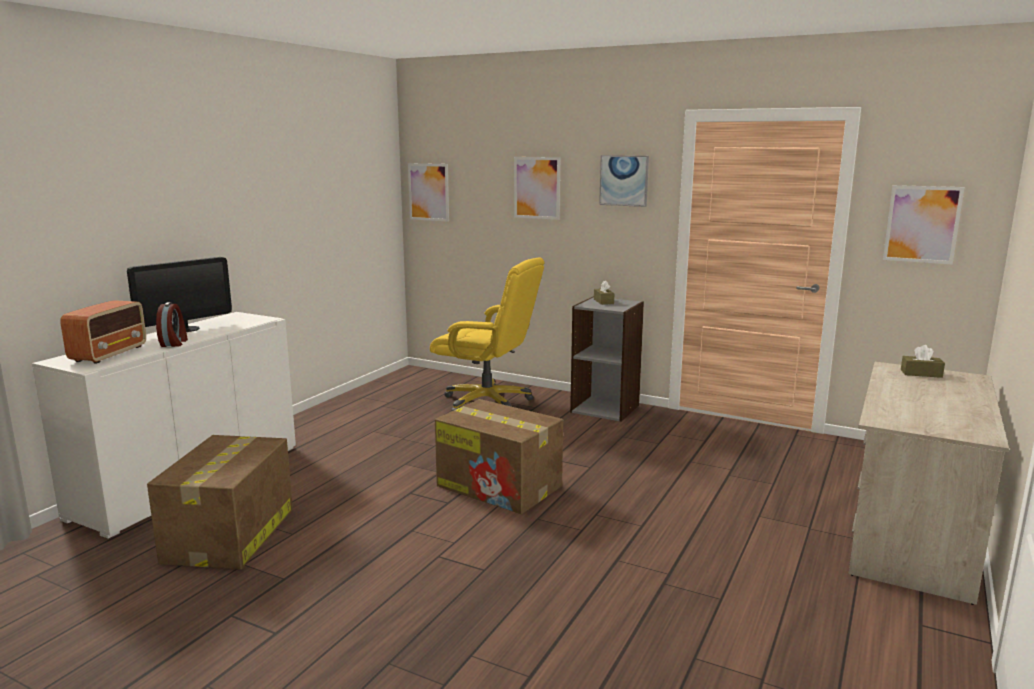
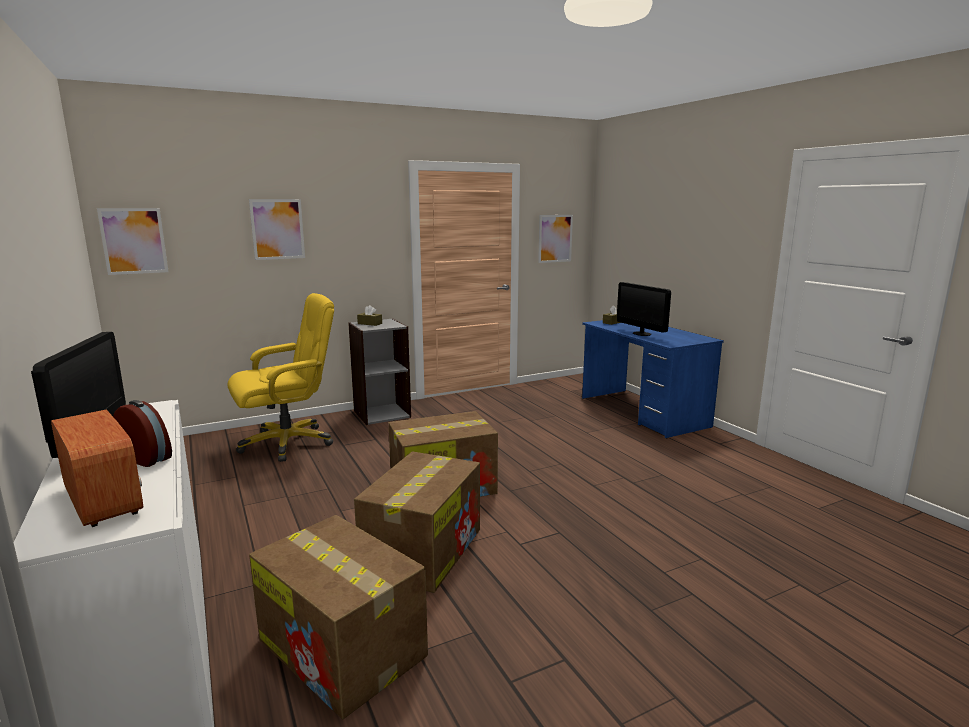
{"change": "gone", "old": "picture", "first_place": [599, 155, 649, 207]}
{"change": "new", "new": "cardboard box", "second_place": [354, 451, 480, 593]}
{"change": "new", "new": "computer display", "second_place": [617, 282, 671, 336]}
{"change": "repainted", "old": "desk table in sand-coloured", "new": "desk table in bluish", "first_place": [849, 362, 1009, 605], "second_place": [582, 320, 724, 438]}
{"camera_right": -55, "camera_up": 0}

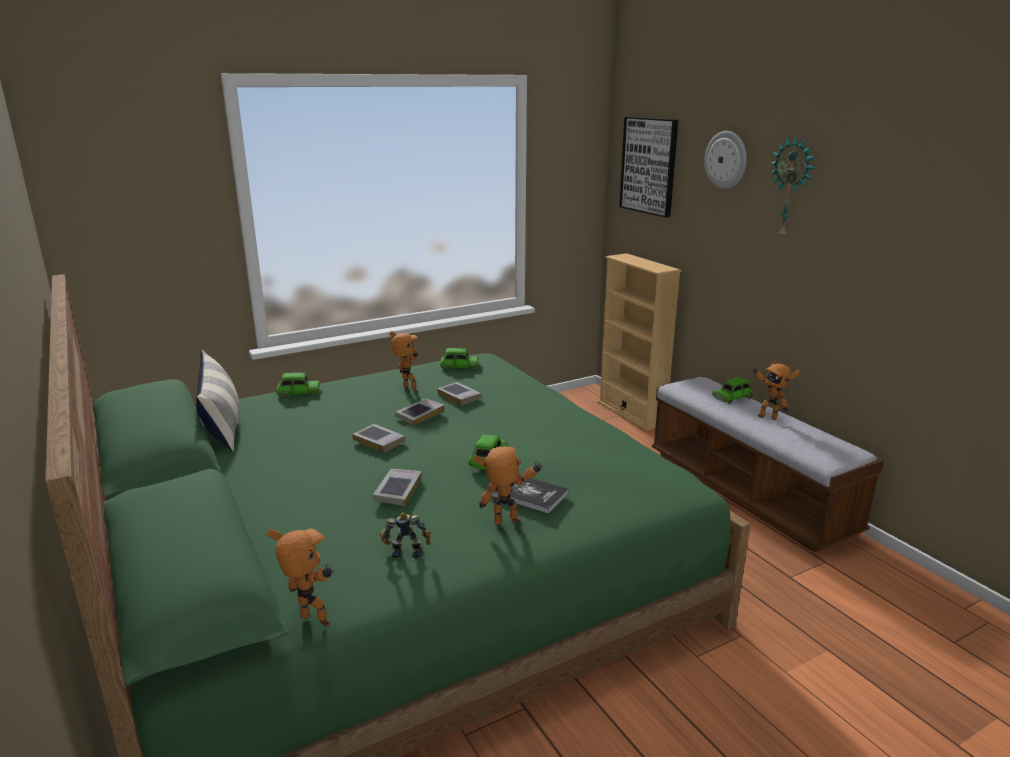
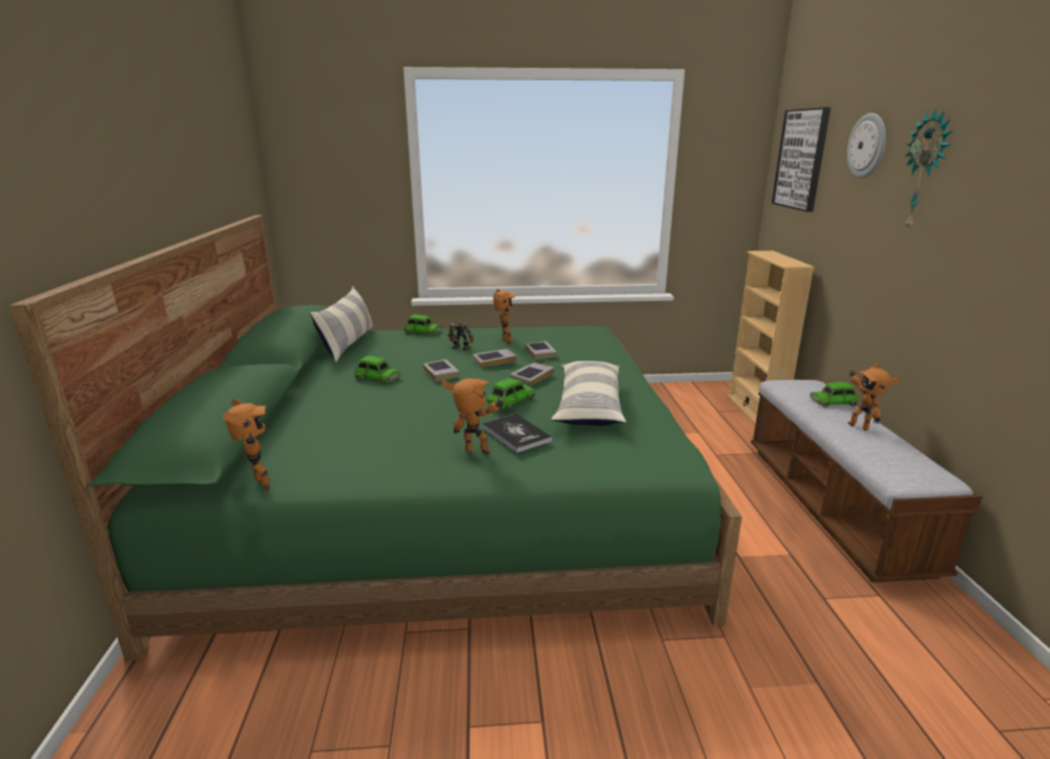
{"change": "new", "new": "throw pillow", "second_place": [551, 361, 626, 426]}
{"change": "shifted", "old": "volume", "first_place": [373, 469, 422, 506], "second_place": [510, 363, 554, 386]}
{"change": "shifted", "old": "model robot", "first_place": [379, 512, 431, 558], "second_place": [447, 322, 474, 350]}
{"change": "shifted", "old": "miniature car in greenish", "first_place": [440, 348, 479, 371], "second_place": [354, 356, 400, 384]}
{"camera_right": 25, "camera_up": 0}

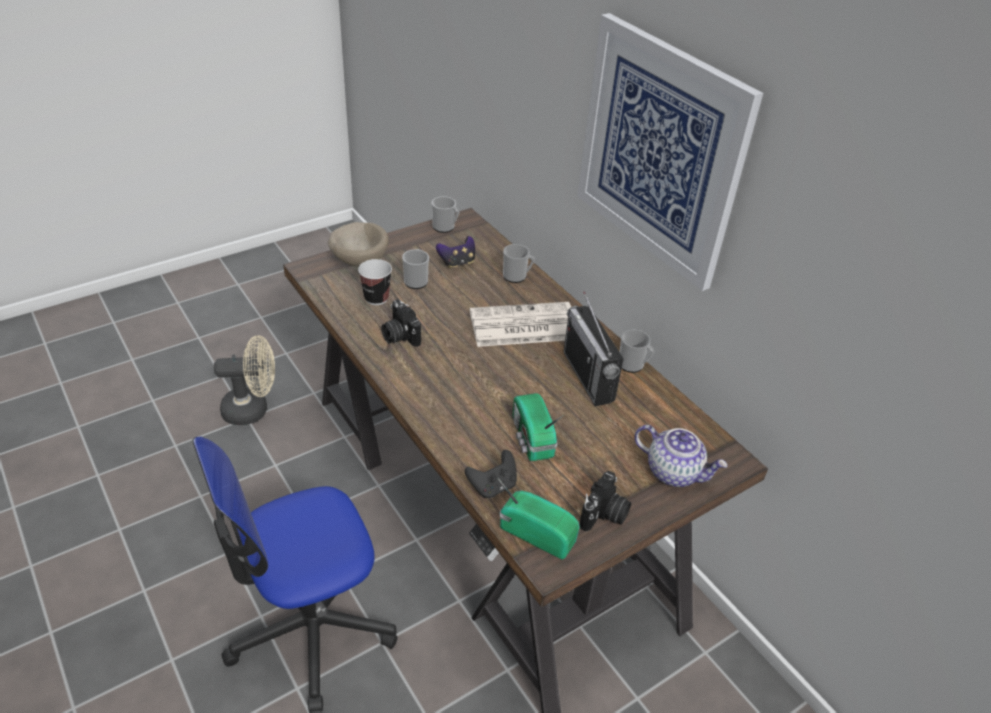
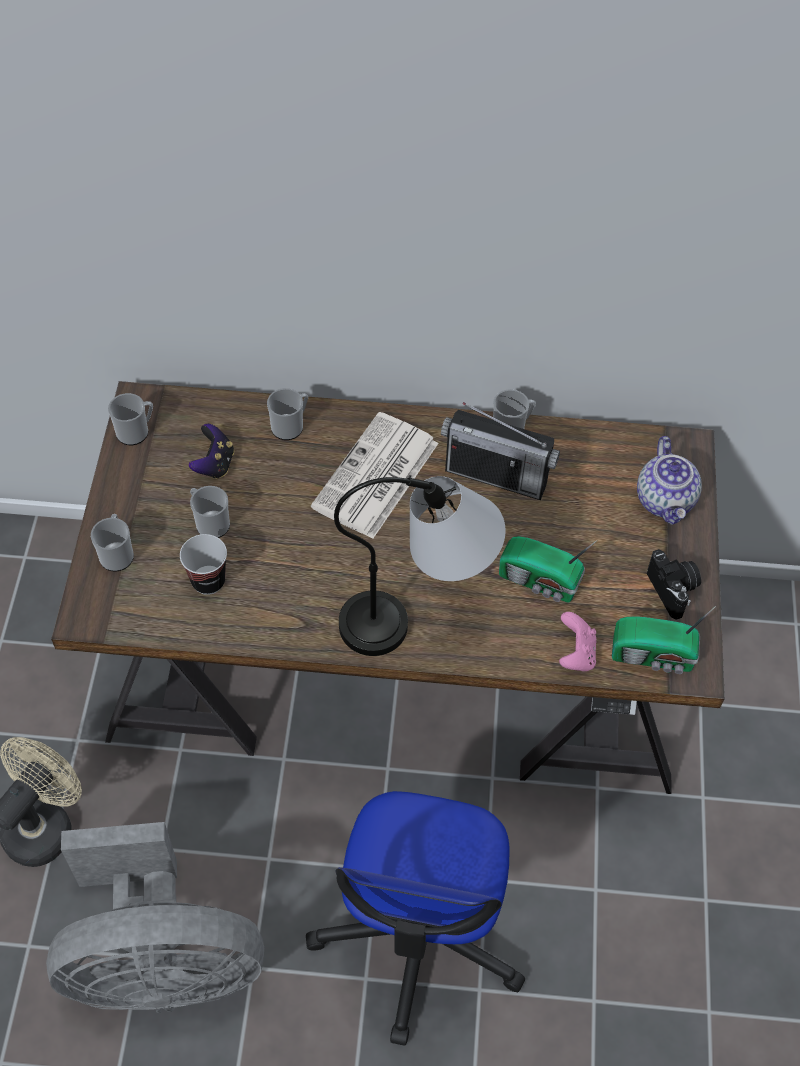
{"change": "gone", "old": "photo camera", "first_place": [381, 299, 421, 347]}
{"change": "gone", "old": "picture", "first_place": [577, 13, 763, 291]}
{"change": "new", "new": "fan in greyish", "second_place": [46, 822, 264, 1013]}
{"change": "new", "new": "table lamp", "second_place": [334, 476, 506, 656]}
{"change": "swapped", "old": "serving bowl in sand-coloured", "new": "mug", "first_place": [328, 222, 389, 266], "second_place": [91, 514, 134, 572]}
{"change": "repainted", "old": "gamepad in blackish", "new": "gamepad in pink-coloured", "first_place": [465, 450, 517, 498], "second_place": [559, 612, 596, 671]}
{"change": "rotated", "old": "radio", "first_place": [498, 478, 580, 560], "second_place": [612, 606, 716, 674], "degrees": -150}
{"change": "rotated", "old": "tea pot", "first_place": [634, 425, 728, 487], "second_place": [637, 436, 702, 525], "degrees": 105}
{"camera_right": -50, "camera_up": 15}

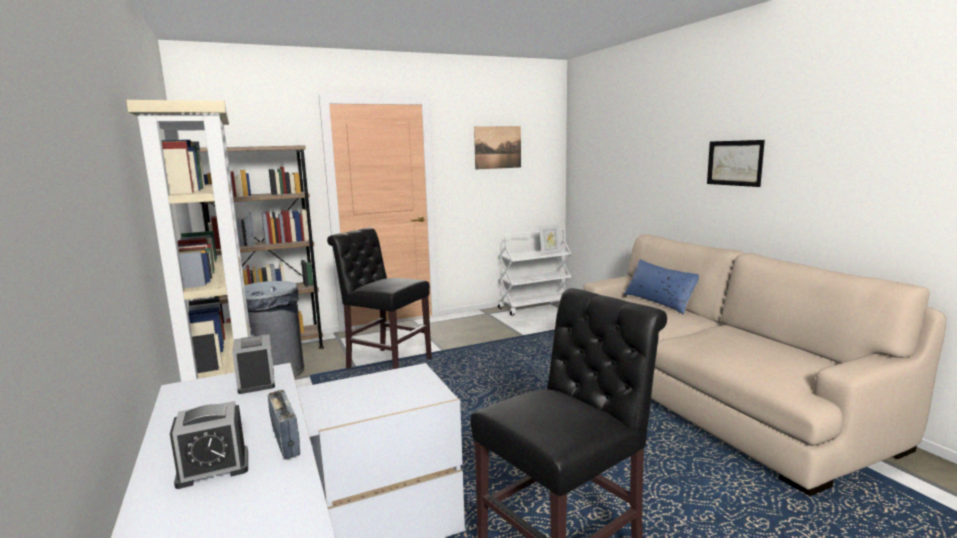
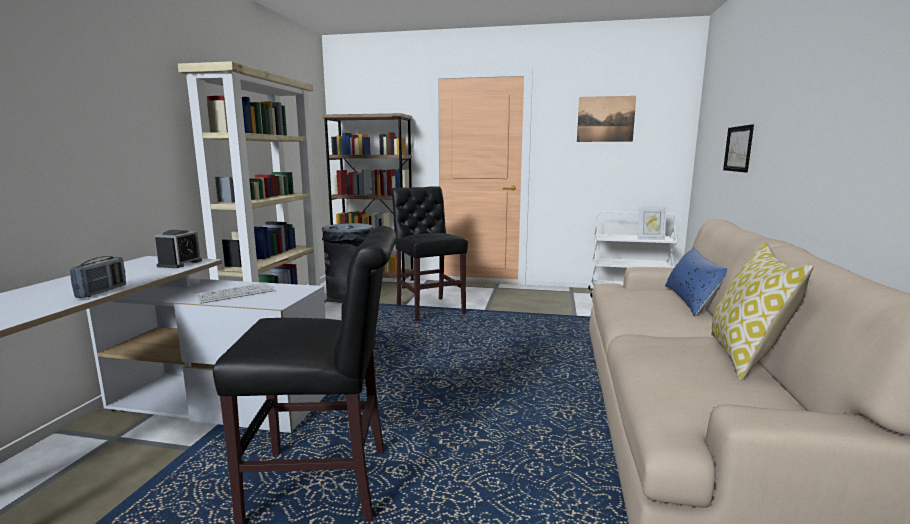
{"change": "gone", "old": "bedside clock", "first_place": [170, 401, 248, 489]}
{"change": "new", "new": "PC keyboard", "second_place": [194, 283, 274, 304]}
{"change": "new", "new": "throw pillow", "second_place": [711, 242, 813, 381]}
{"change": "shifted", "old": "picture", "first_place": [707, 140, 765, 187], "second_place": [723, 124, 754, 173]}
{"camera_right": 35, "camera_up": 0}

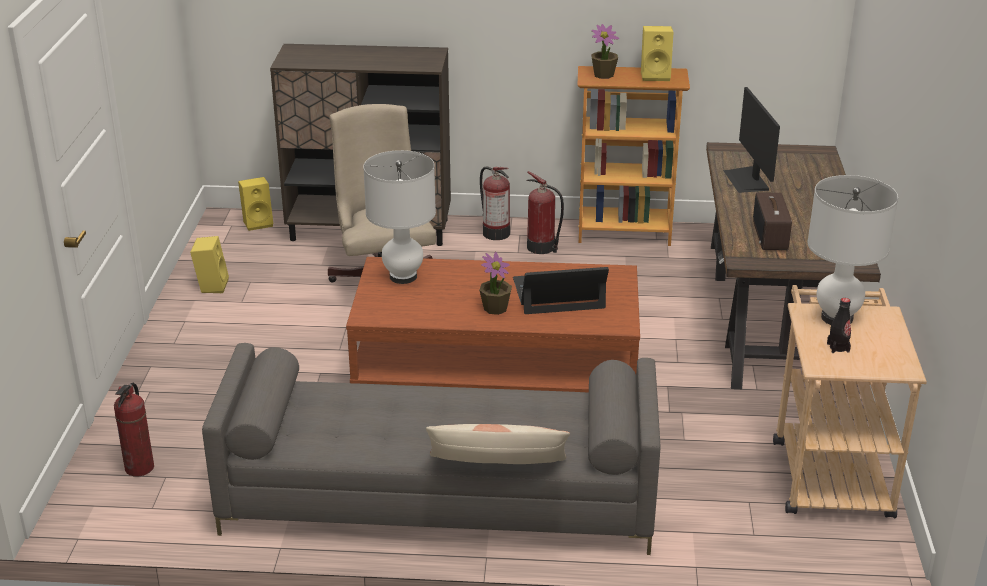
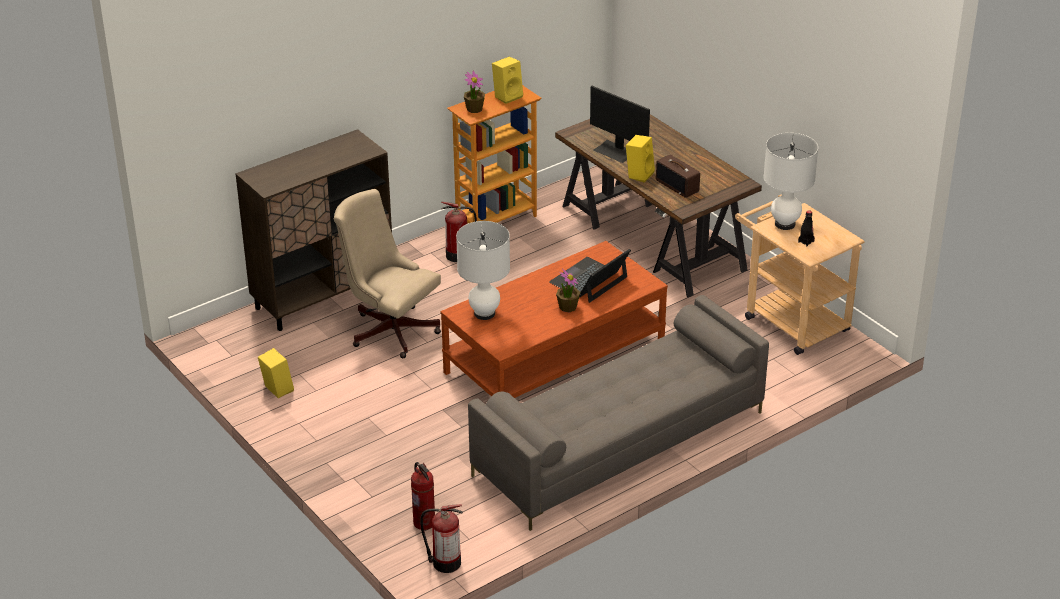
{"change": "gone", "old": "throw pillow", "first_place": [426, 424, 570, 464]}
{"change": "shifted", "old": "audio speaker in yellow", "first_place": [238, 177, 273, 231], "second_place": [626, 135, 655, 183]}
{"change": "shifted", "old": "extinguisher", "first_place": [480, 166, 510, 240], "second_place": [420, 504, 463, 573]}
{"camera_right": -40, "camera_up": 5}

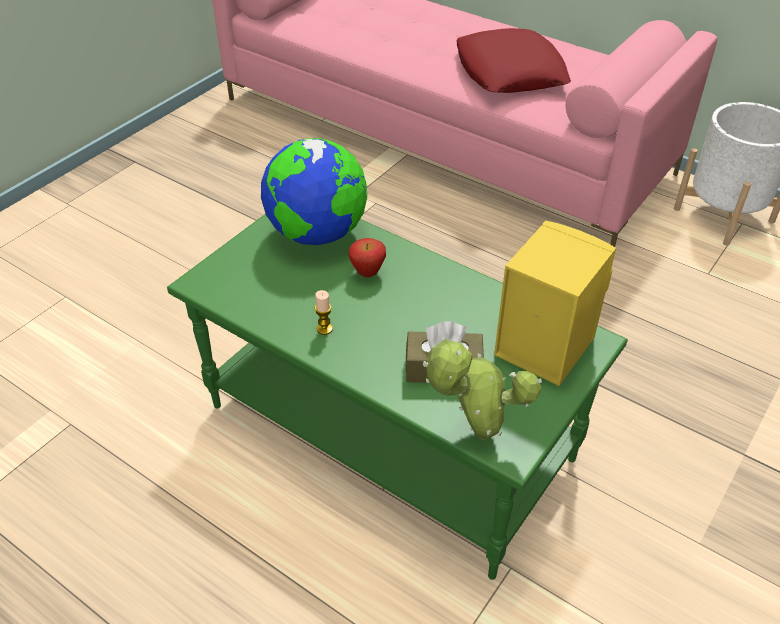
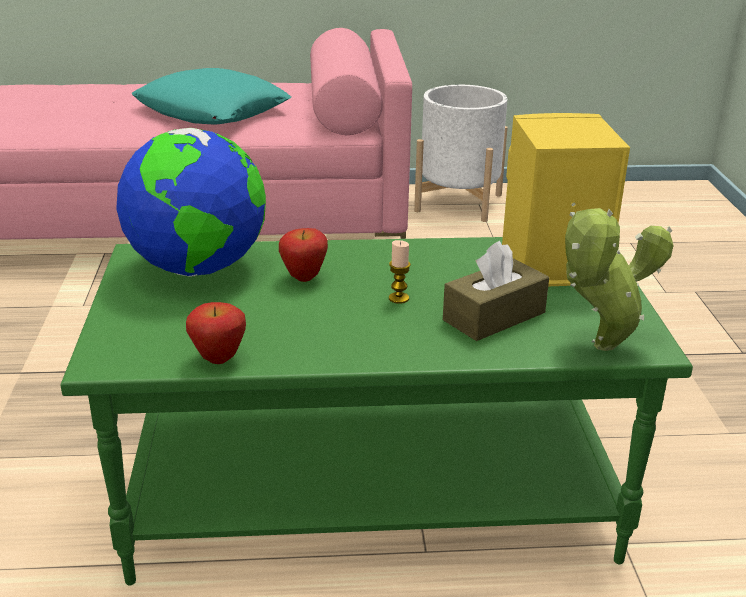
{"change": "new", "new": "apple", "second_place": [186, 302, 246, 364]}
{"change": "shifted", "old": "candle", "first_place": [315, 290, 333, 335], "second_place": [389, 240, 411, 304]}
{"change": "repainted", "old": "throw pillow in reddish", "new": "throw pillow in blue-green", "first_place": [457, 28, 571, 93], "second_place": [131, 68, 291, 125]}
{"camera_right": -40, "camera_up": -15}

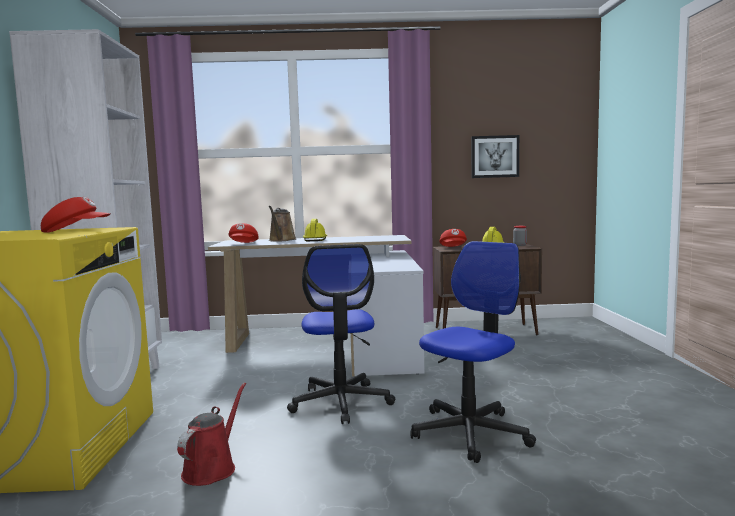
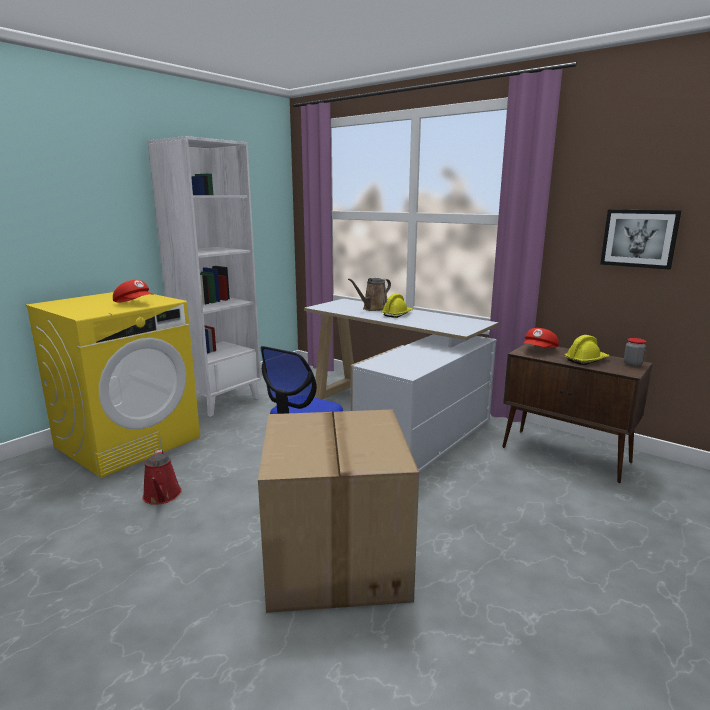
{"change": "gone", "old": "baseball cap in reddish", "first_place": [228, 223, 259, 243]}
{"change": "swapped", "old": "desk chair", "new": "cardboard box", "first_place": [410, 241, 536, 463], "second_place": [258, 409, 419, 613]}
{"change": "rotated", "old": "watering pot in reddish", "first_place": [177, 383, 246, 486], "second_place": [142, 449, 182, 505], "degrees": 105}
{"camera_right": 40, "camera_up": 10}

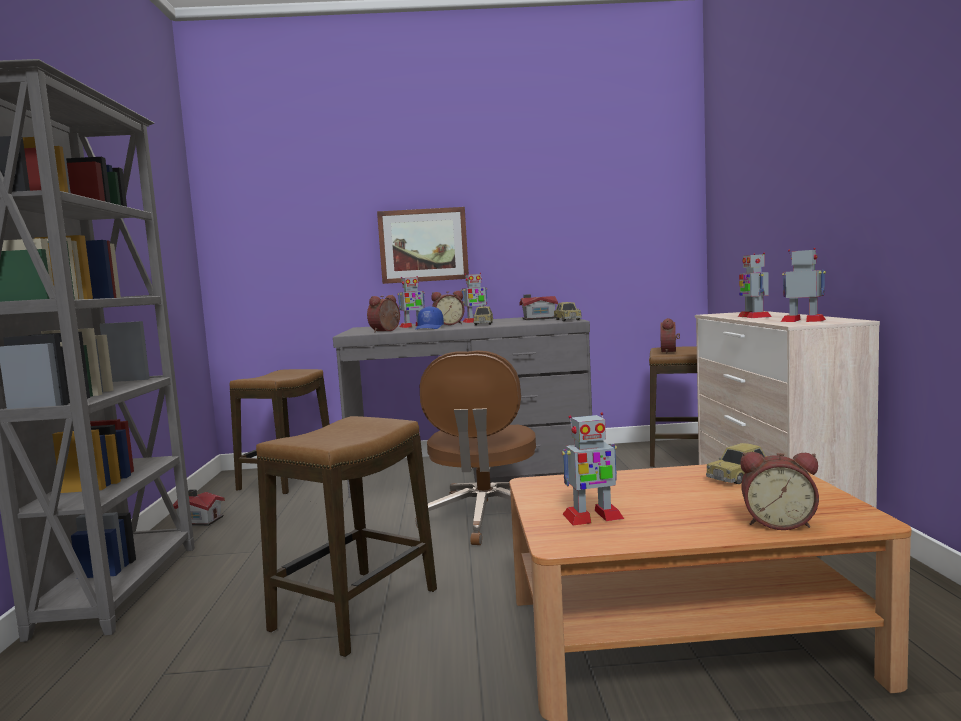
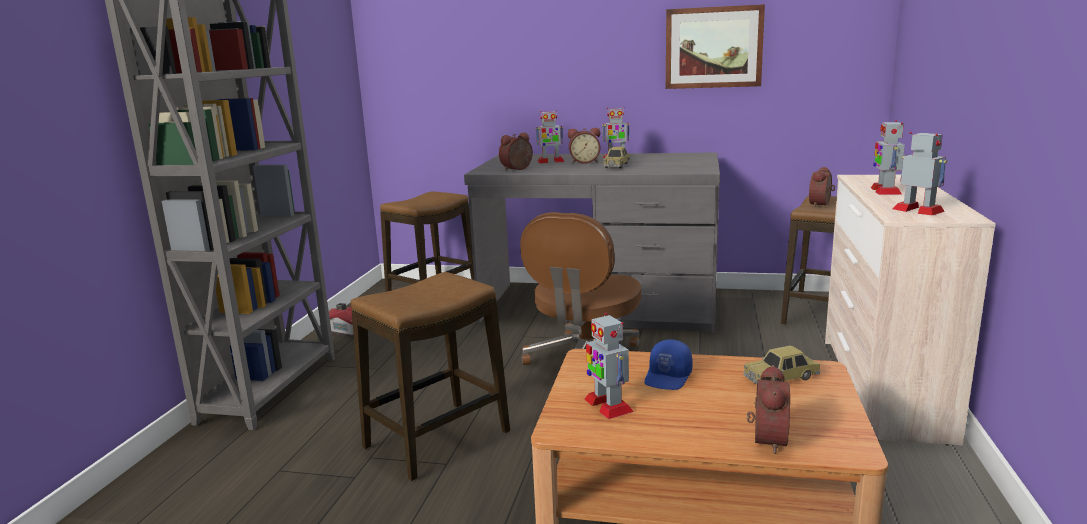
{"change": "gone", "old": "toy house", "first_place": [519, 294, 558, 320]}
{"change": "gone", "old": "miniature car", "first_place": [554, 302, 582, 321]}
{"change": "shifted", "old": "picture", "first_place": [377, 207, 469, 284], "second_place": [666, 4, 765, 89]}
{"change": "shifted", "old": "baseball cap in bluish", "first_place": [415, 306, 444, 330], "second_place": [645, 339, 692, 390]}
{"change": "rotated", "old": "model robot", "first_place": [561, 412, 624, 525], "second_place": [585, 313, 634, 419], "degrees": 60}
{"change": "rotated", "old": "bedside clock", "first_place": [740, 452, 819, 530], "second_place": [747, 365, 790, 454], "degrees": -105}
{"camera_right": 15, "camera_up": 10}

